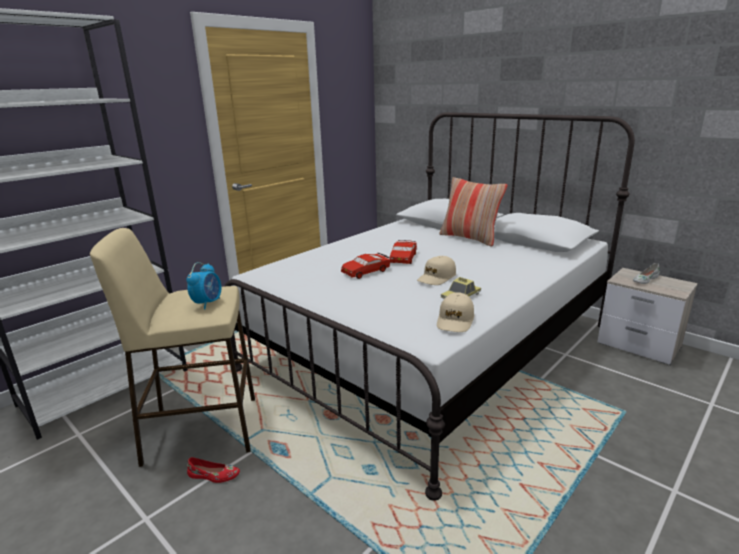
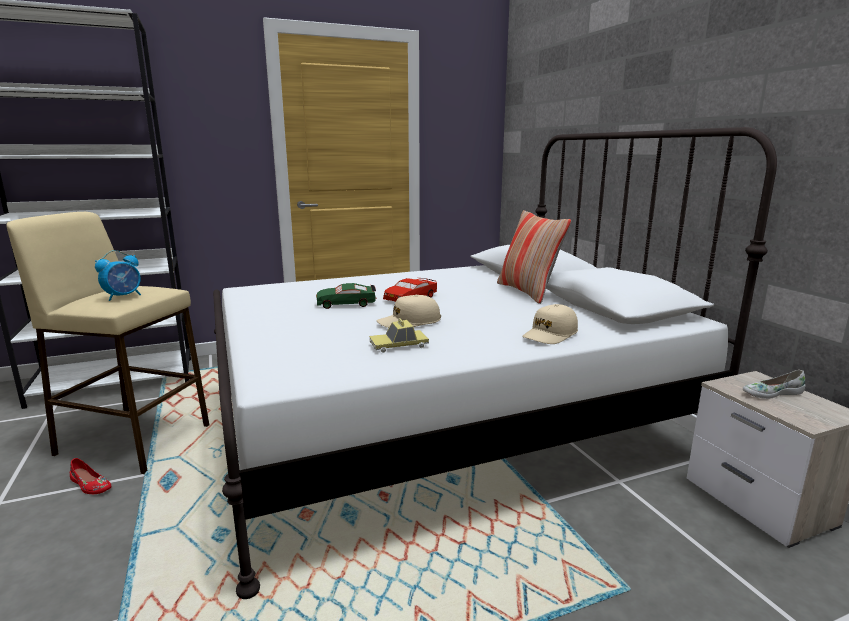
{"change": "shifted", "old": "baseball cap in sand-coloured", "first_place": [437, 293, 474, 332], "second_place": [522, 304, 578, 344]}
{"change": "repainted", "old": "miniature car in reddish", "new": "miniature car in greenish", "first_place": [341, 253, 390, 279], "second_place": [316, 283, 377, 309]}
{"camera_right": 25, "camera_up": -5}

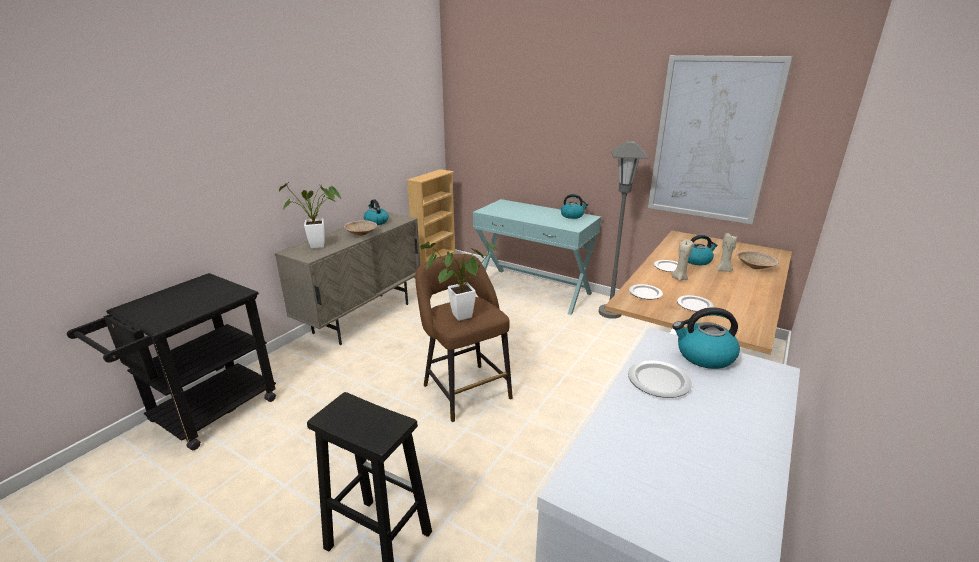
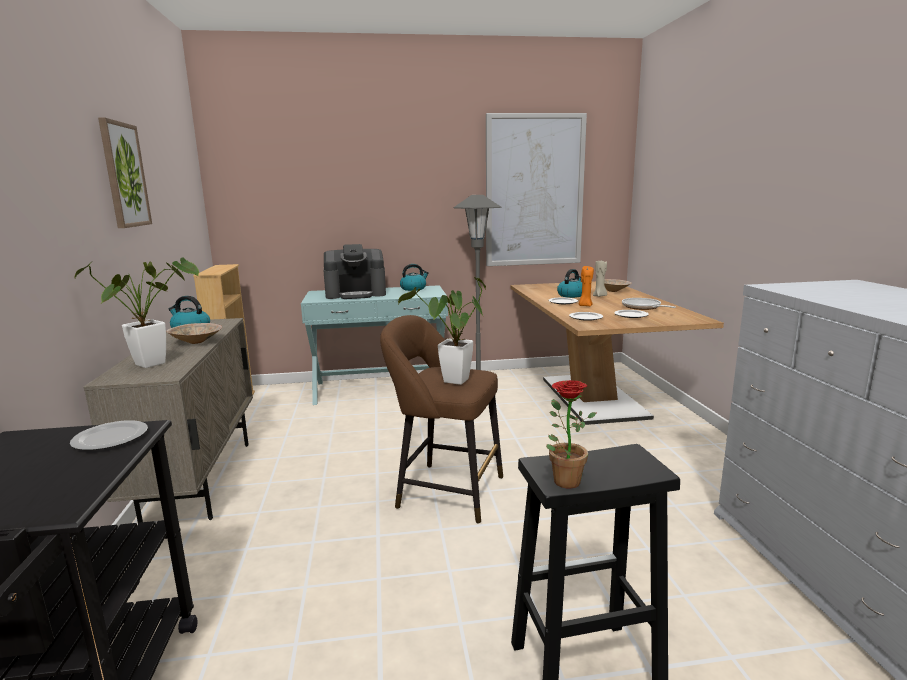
{"change": "gone", "old": "tea kettle", "first_place": [673, 307, 740, 369]}
{"change": "new", "new": "picture", "second_place": [98, 118, 152, 228]}
{"change": "new", "new": "coffee brewer", "second_place": [323, 244, 386, 299]}
{"change": "new", "new": "potted plant", "second_place": [546, 380, 596, 489]}
{"change": "new", "new": "frying pan", "second_place": [622, 298, 676, 310]}
{"change": "shifted", "old": "dinner plate", "first_place": [628, 360, 692, 398], "second_place": [70, 420, 148, 450]}
{"change": "repainted", "old": "candle in sand-coloured", "new": "candle in orangey", "first_place": [671, 239, 693, 281], "second_place": [578, 266, 594, 306]}
{"camera_right": -40, "camera_up": -10}

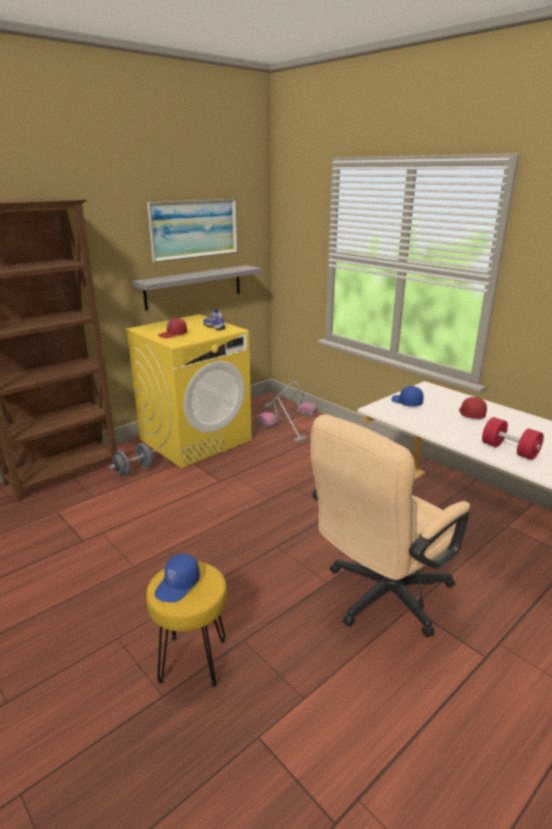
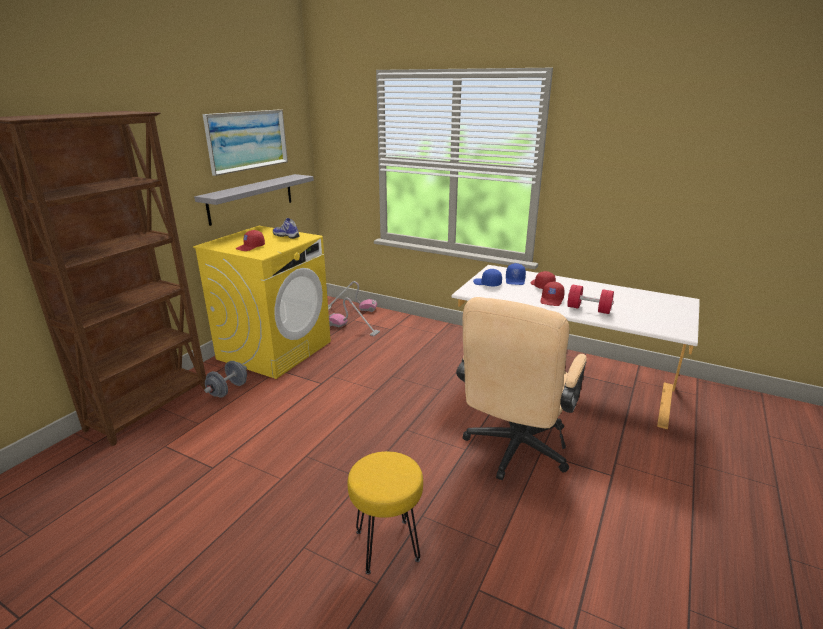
{"change": "new", "new": "baseball cap in reddish", "second_place": [540, 282, 565, 306]}
{"change": "shifted", "old": "baseball cap in bluish", "first_place": [154, 553, 200, 603], "second_place": [506, 263, 526, 285]}
{"camera_right": -20, "camera_up": 0}

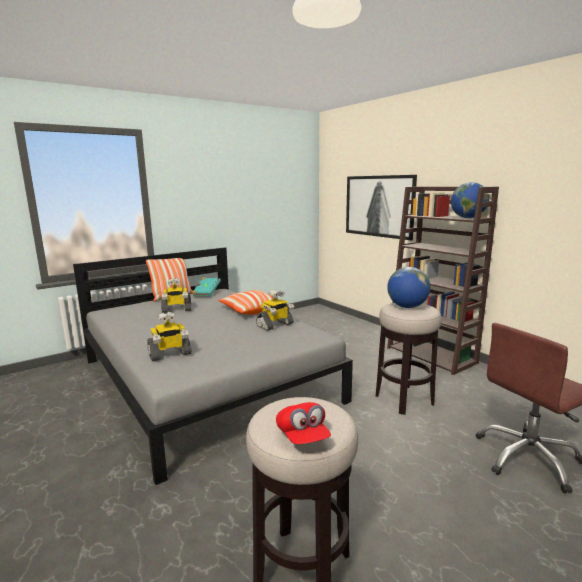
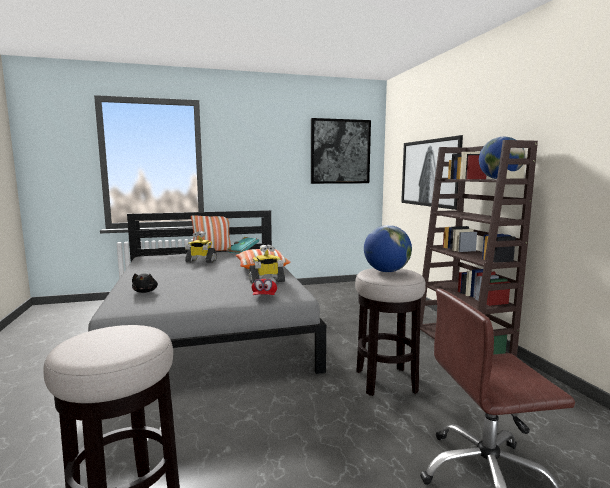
{"change": "new", "new": "picture", "second_place": [311, 118, 371, 184]}
{"change": "shifted", "old": "baseball cap in reddish", "first_place": [276, 402, 331, 444], "second_place": [252, 279, 277, 295]}
{"change": "swapped", "old": "model robot", "new": "cuddly toy in blackish", "first_place": [147, 312, 192, 361], "second_place": [132, 273, 158, 293]}
{"camera_right": 20, "camera_up": -5}

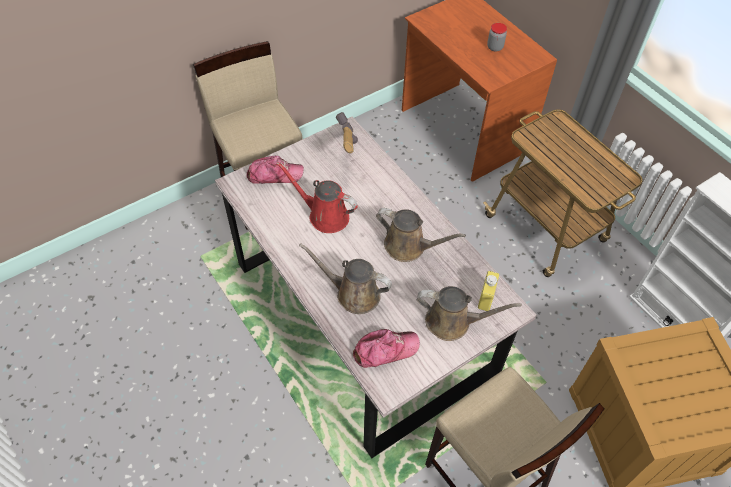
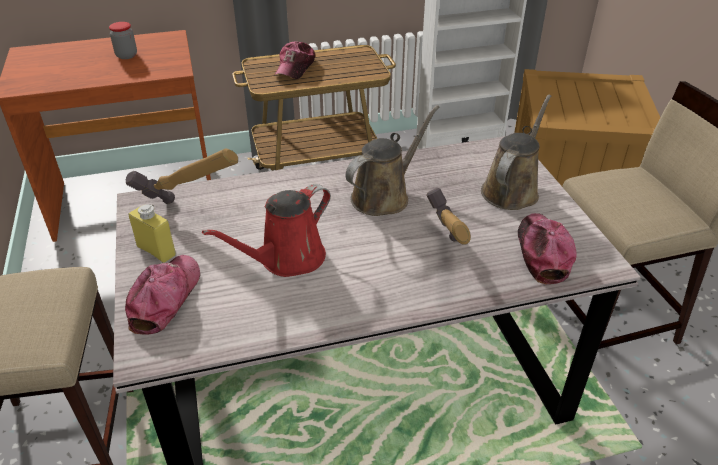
{"change": "new", "new": "baseball cap", "second_place": [275, 42, 315, 79]}
{"change": "shifted", "old": "bottle in yellow", "first_place": [478, 271, 499, 311], "second_place": [128, 204, 176, 263]}
{"change": "swapped", "old": "watering pot in brown-coloured", "new": "tool hammer", "first_place": [299, 243, 392, 314], "second_place": [426, 188, 471, 245]}
{"camera_right": -70, "camera_up": -15}

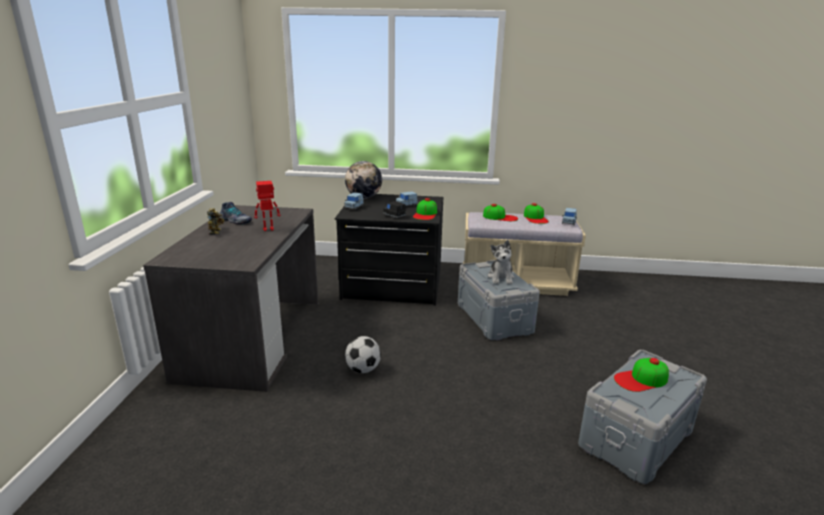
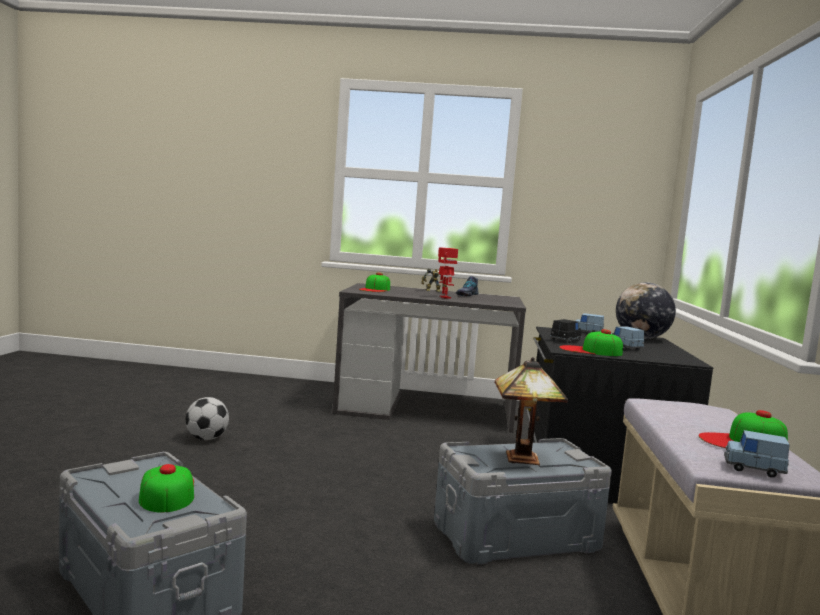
{"change": "shifted", "old": "football ball", "first_place": [345, 336, 381, 373], "second_place": [185, 397, 229, 440]}
{"change": "shifted", "old": "baseball cap", "first_place": [483, 204, 518, 221], "second_place": [359, 273, 390, 292]}
{"change": "swapped", "old": "cuddly toy", "new": "table lamp", "first_place": [488, 240, 514, 284], "second_place": [495, 357, 568, 465]}
{"camera_right": 90, "camera_up": -15}

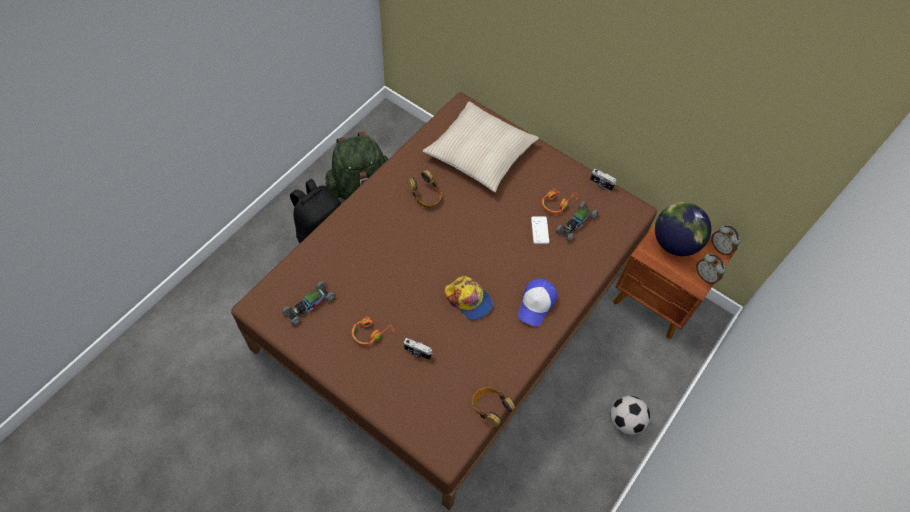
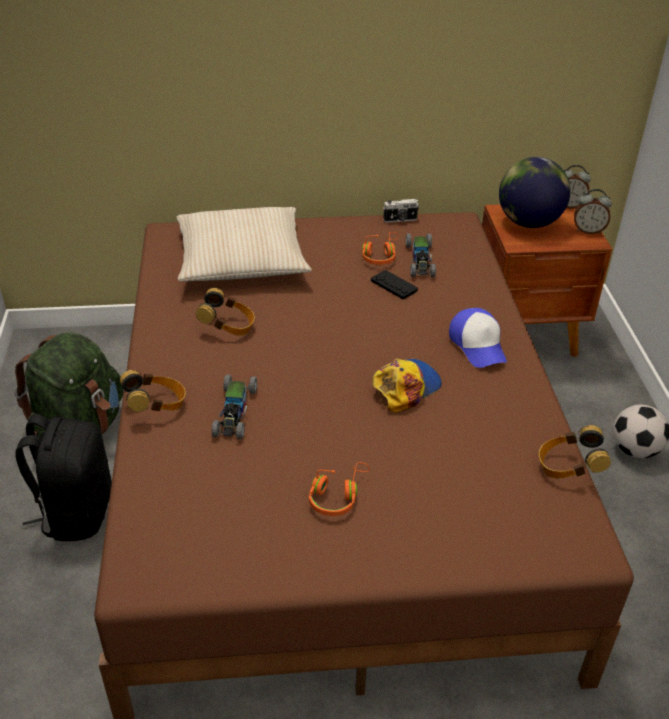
{"change": "gone", "old": "photo camera", "first_place": [404, 338, 433, 360]}
{"change": "new", "new": "headphones", "second_place": [120, 370, 186, 412]}
{"change": "shifted", "old": "miniature car", "first_place": [282, 281, 336, 325], "second_place": [212, 374, 257, 439]}
{"change": "repainted", "old": "gamepad in white", "new": "gamepad in blackish", "first_place": [531, 217, 549, 244], "second_place": [371, 270, 418, 299]}
{"change": "rotated", "old": "baseball cap", "first_place": [444, 276, 493, 321], "second_place": [373, 358, 442, 412], "degrees": -45}
{"camera_right": -40, "camera_up": -20}

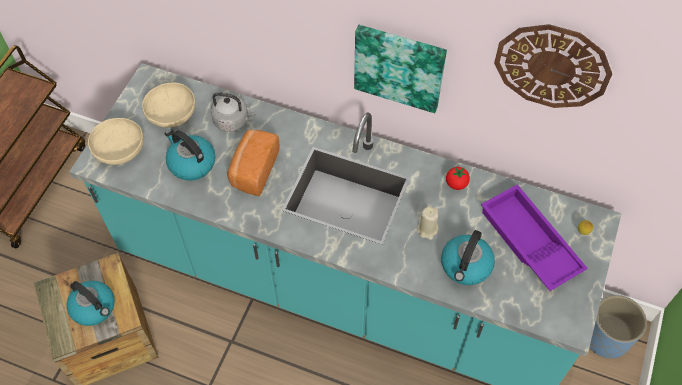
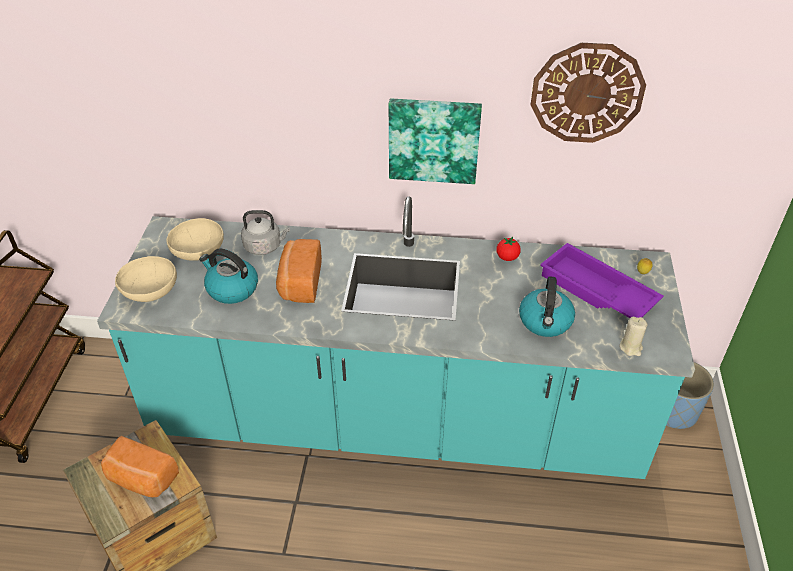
{"change": "shifted", "old": "candle in sand-coloured", "first_place": [417, 206, 438, 240], "second_place": [619, 317, 647, 356]}
{"change": "swapped", "old": "tea kettle", "new": "baked bread", "first_place": [67, 281, 115, 326], "second_place": [101, 436, 179, 497]}
{"camera_right": -15, "camera_up": -15}

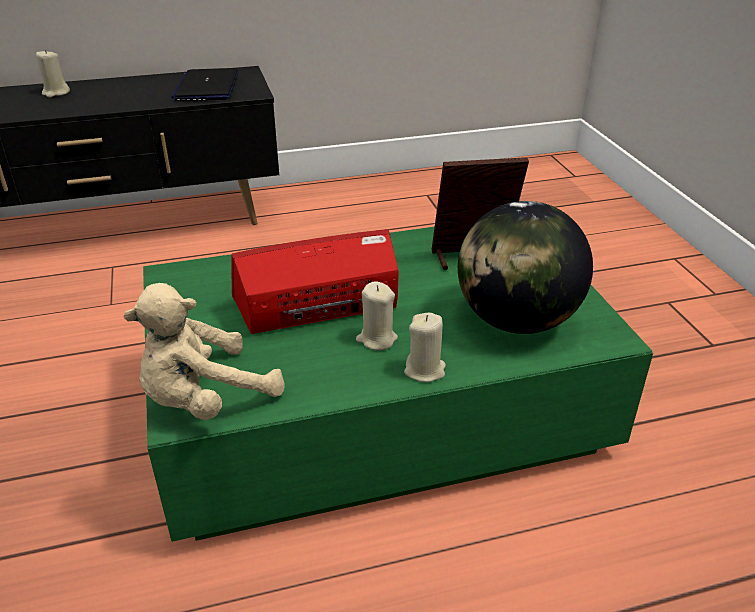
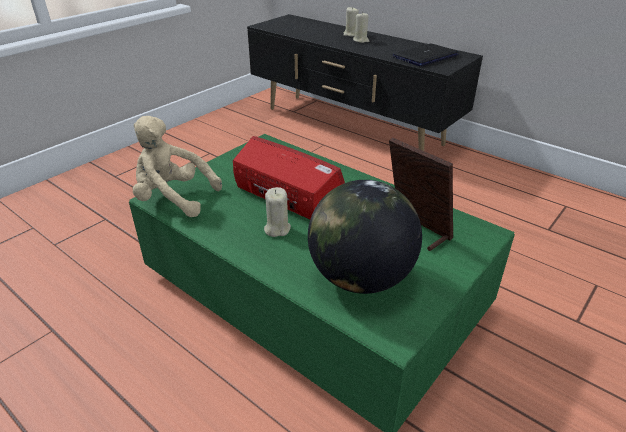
{"change": "shifted", "old": "candle in sand-coloured", "first_place": [404, 313, 446, 382], "second_place": [353, 12, 369, 43]}
{"camera_right": 55, "camera_up": 0}

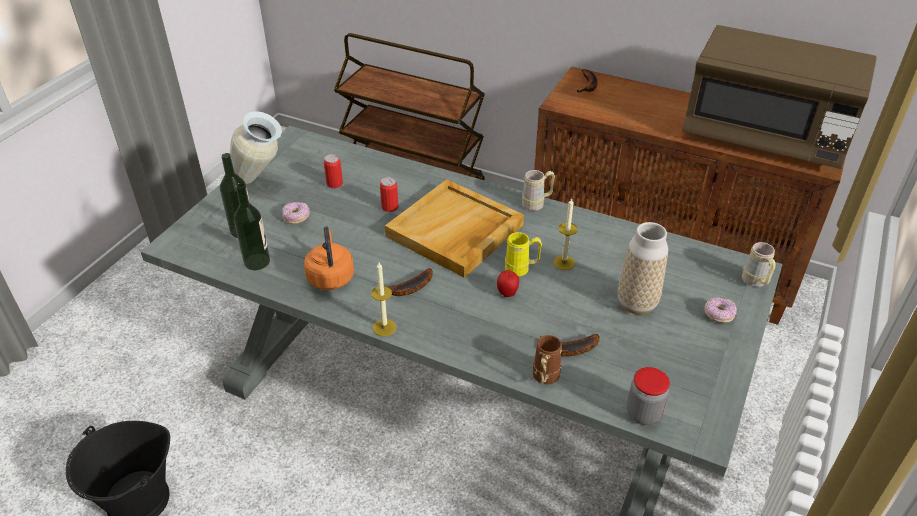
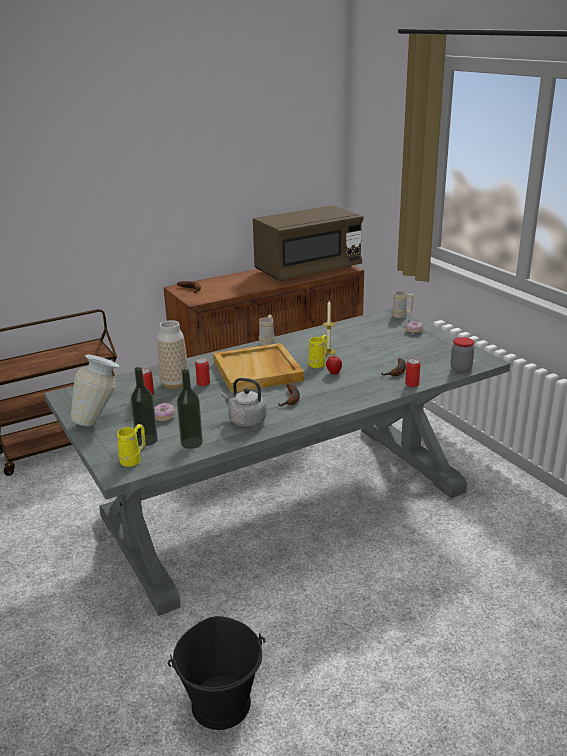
{"change": "gone", "old": "candle", "first_place": [371, 262, 397, 336]}
{"change": "new", "new": "mug in yellow", "second_place": [117, 424, 145, 467]}
{"change": "shifted", "old": "decorative vase", "first_place": [618, 222, 668, 315], "second_place": [157, 320, 189, 389]}
{"change": "swapped", "old": "mug in brown-coloured", "new": "metal can", "first_place": [533, 335, 562, 385], "second_place": [405, 358, 420, 387]}
{"change": "repainted", "old": "tea kettle in orangey", "new": "tea kettle in greyish", "first_place": [304, 226, 354, 290], "second_place": [221, 378, 266, 427]}
{"camera_right": -55, "camera_up": -15}

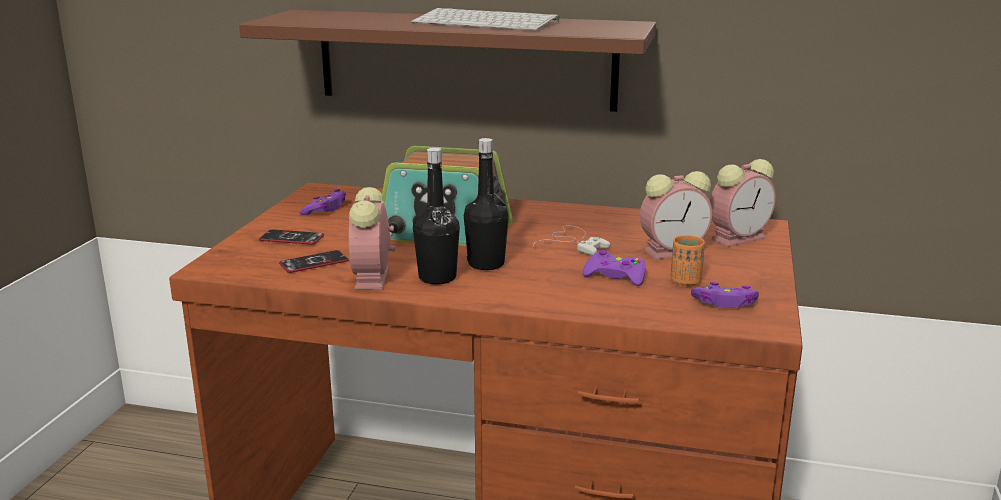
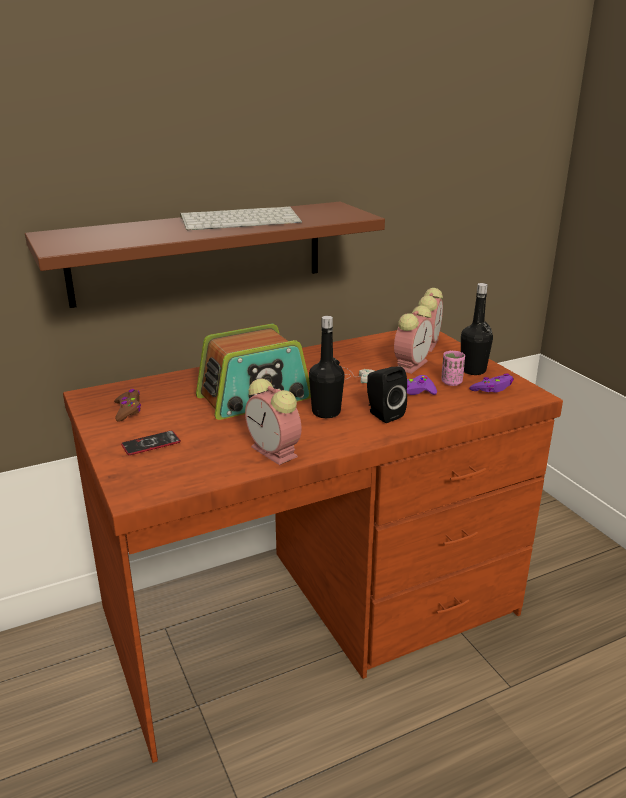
{"change": "gone", "old": "phone", "first_place": [279, 250, 349, 273]}
{"change": "new", "new": "audio speaker in blackish", "second_place": [367, 367, 407, 423]}
{"change": "shifted", "old": "bottle in blackish", "first_place": [413, 148, 460, 284], "second_place": [461, 283, 493, 375]}
{"change": "repainted", "old": "gamepad in purple", "new": "gamepad in brown-coloured", "first_place": [300, 189, 346, 215], "second_place": [114, 389, 141, 421]}
{"change": "repainted", "old": "small cup in orangey", "new": "small cup in pink-coloured", "first_place": [671, 235, 705, 286], "second_place": [441, 351, 465, 386]}
{"camera_right": -40, "camera_up": 5}

